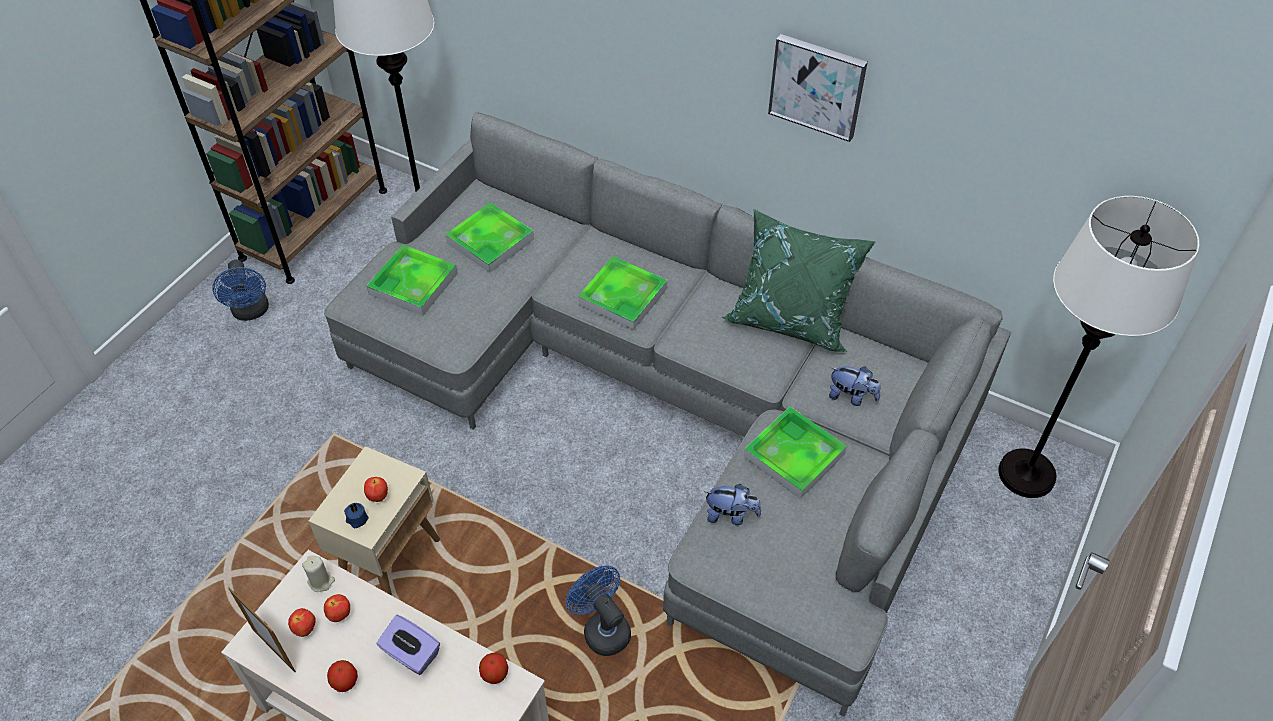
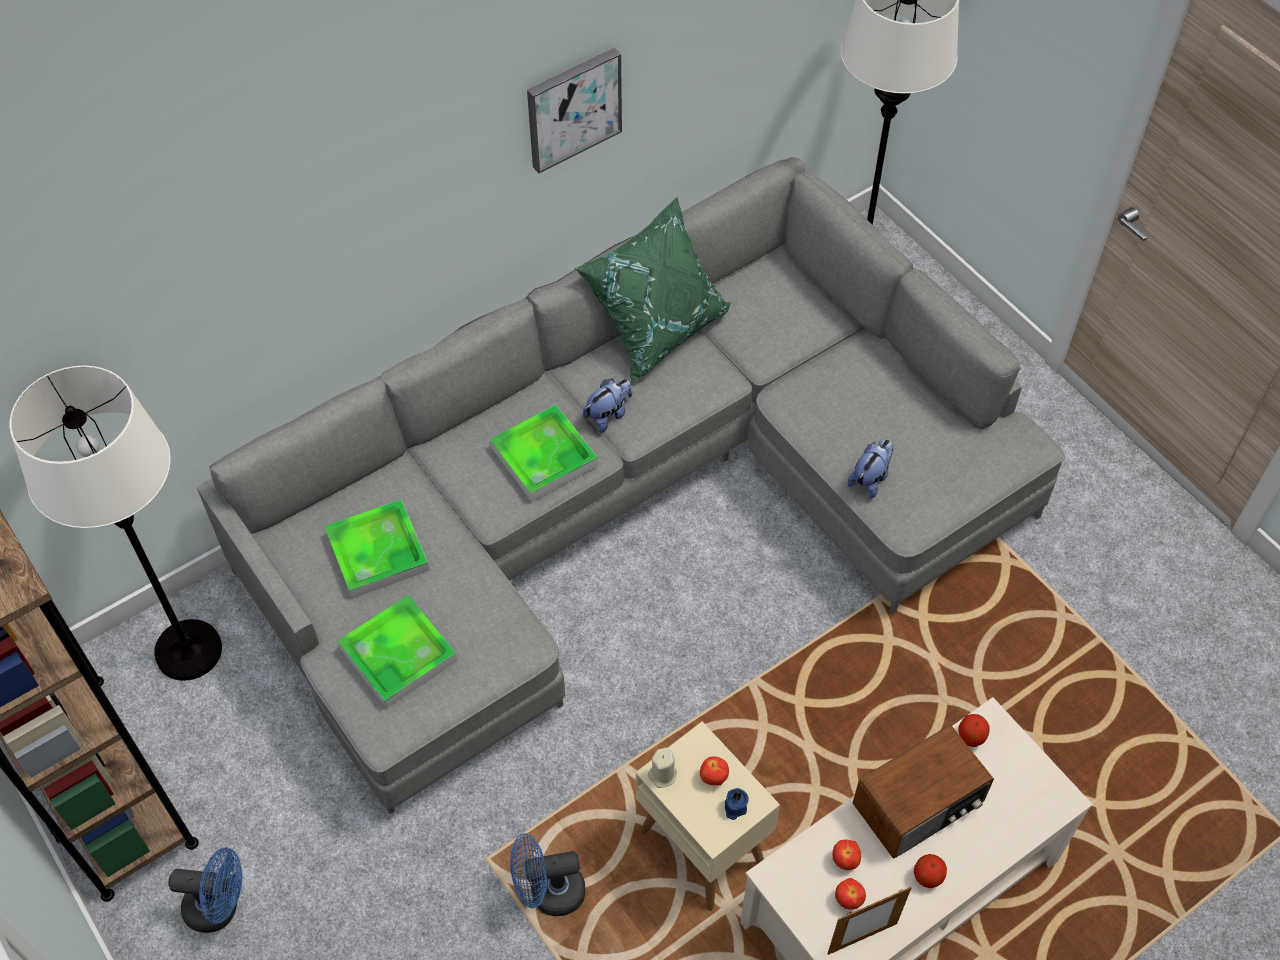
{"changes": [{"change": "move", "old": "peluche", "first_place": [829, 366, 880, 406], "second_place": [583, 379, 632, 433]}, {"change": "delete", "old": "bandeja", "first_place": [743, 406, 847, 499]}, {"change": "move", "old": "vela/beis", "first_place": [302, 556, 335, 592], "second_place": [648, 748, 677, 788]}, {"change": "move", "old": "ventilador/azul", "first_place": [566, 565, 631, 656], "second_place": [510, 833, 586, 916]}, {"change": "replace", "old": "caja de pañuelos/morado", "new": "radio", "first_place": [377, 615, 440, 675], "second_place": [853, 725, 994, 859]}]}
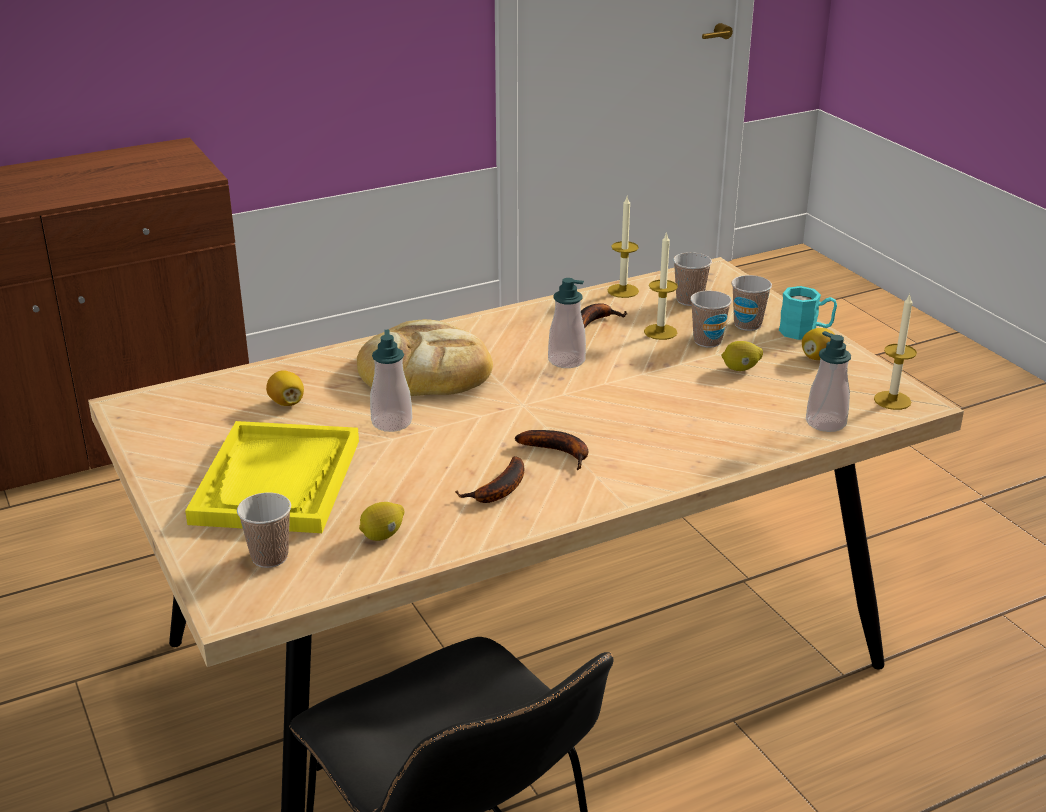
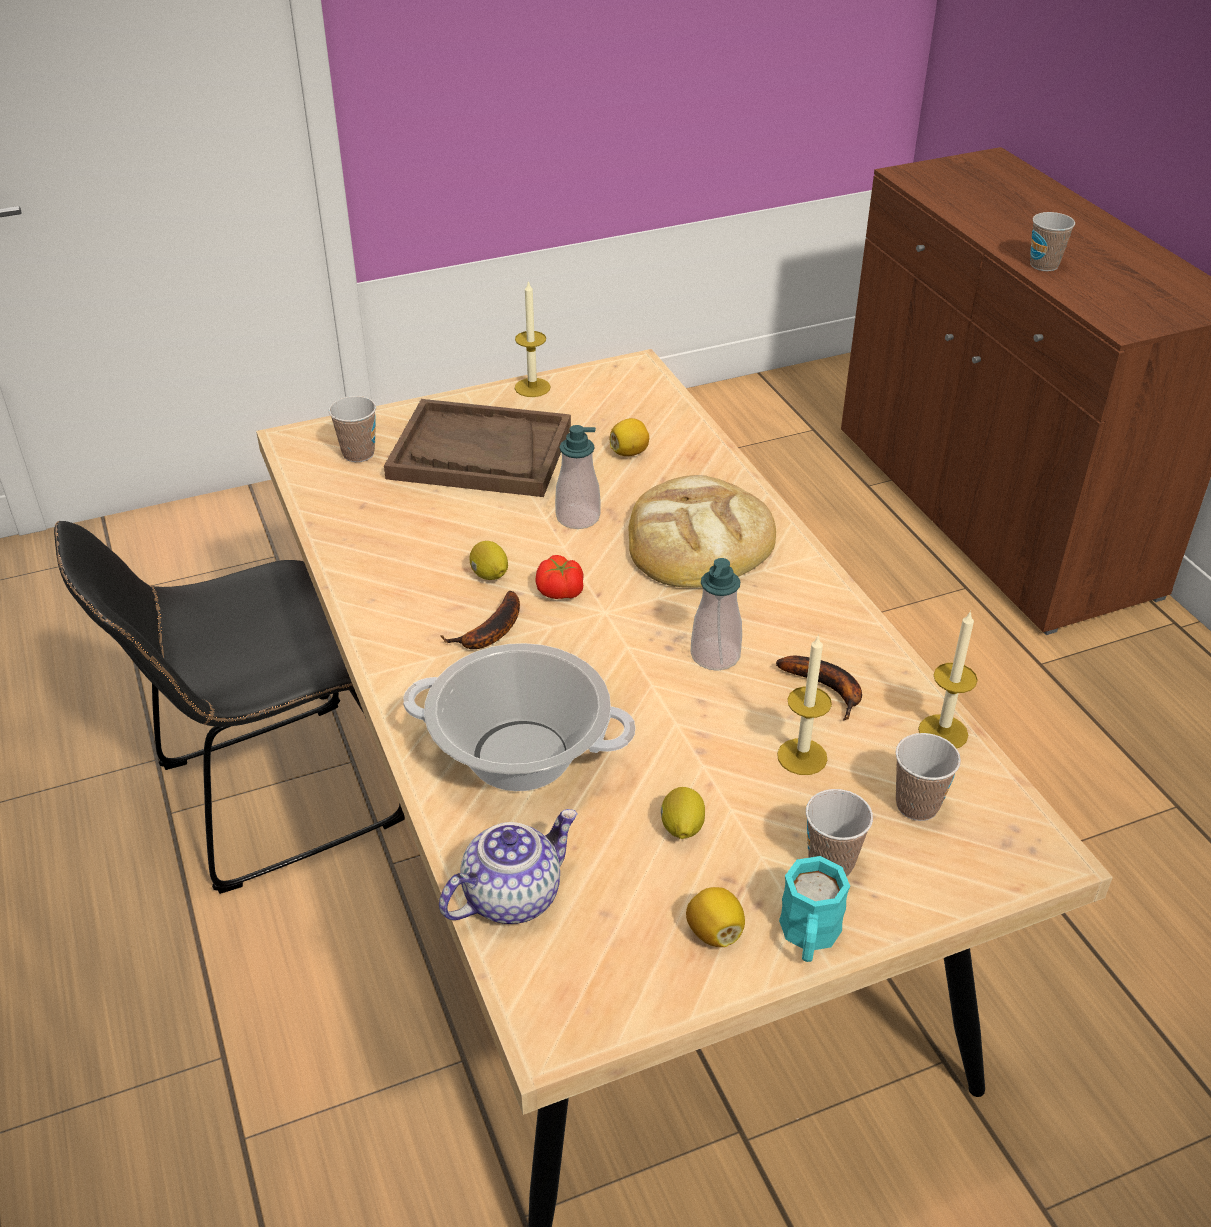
{"changes": [{"change": "move", "old": "taza", "first_place": [690, 291, 732, 348], "second_place": [1030, 212, 1075, 271]}, {"change": "move", "old": "vela", "first_place": [874, 294, 917, 410], "second_place": [515, 280, 551, 397]}, {"change": "replace", "old": "dispensador de jabón", "new": "tetera", "first_place": [806, 331, 851, 432], "second_place": [439, 809, 578, 924]}, {"change": "recolor", "old": "bandeja/amarillo", "new": "bandeja/marrón", "first_place": [185, 421, 359, 533], "second_place": [384, 399, 571, 497]}, {"change": "delete", "old": "plátano", "first_place": [455, 456, 524, 503]}, {"change": "move", "old": "limón", "first_place": [359, 502, 405, 541], "second_place": [469, 541, 508, 580]}, {"change": "insert", "new": "tomate", "second_place": [535, 555, 584, 599]}, {"change": "insert", "new": "olla", "second_place": [403, 643, 635, 791]}]}
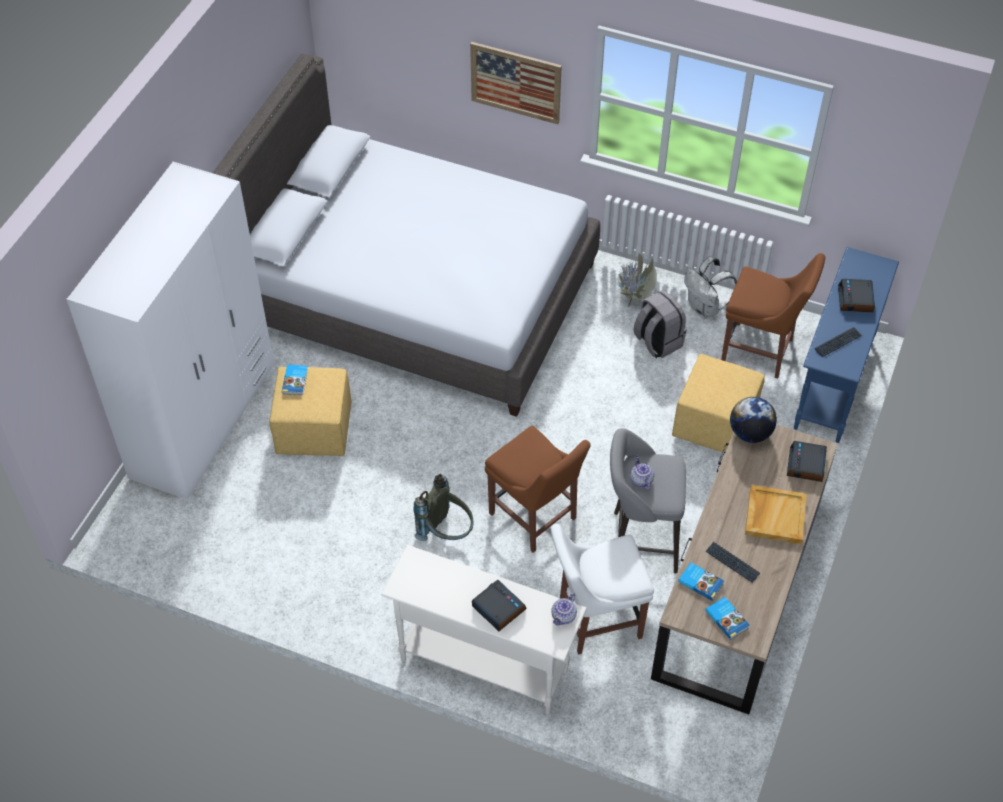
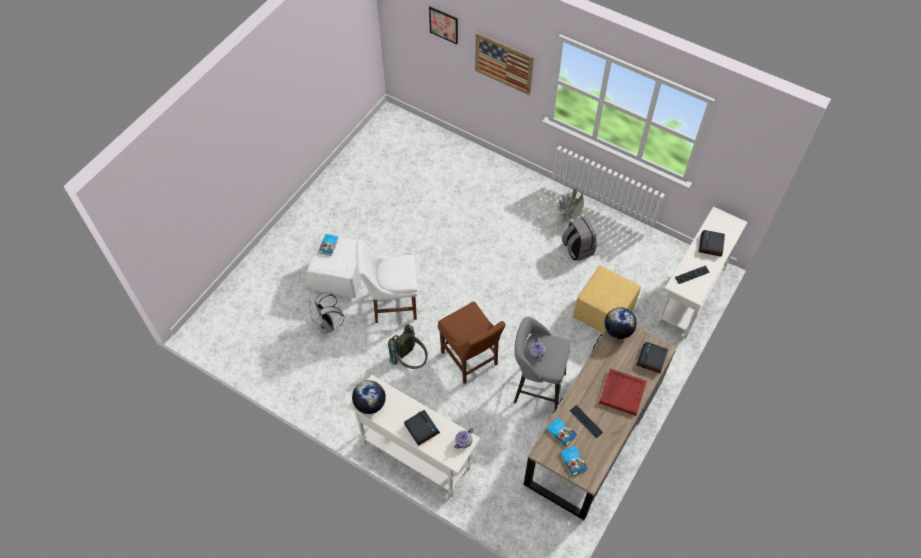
{"changes": [{"change": "delete", "old": "cama/gris", "first_place": [213, 53, 600, 417]}, {"change": "delete", "old": "armario ropero/blanco", "first_place": [66, 162, 274, 500]}, {"change": "recolor", "old": "mesa consola/azul", "new": "mesa consola/blanco", "first_place": [794, 247, 899, 443], "second_place": [657, 206, 748, 339]}, {"change": "delete", "old": "silla/marrón", "first_place": [721, 253, 825, 379]}, {"change": "move", "old": "mochila/blanco", "first_place": [684, 256, 737, 319], "second_place": [309, 292, 345, 334]}, {"change": "recolor", "old": "puf/amarillo", "new": "puf/blanco", "first_place": [270, 367, 352, 456], "second_place": [307, 234, 361, 298]}, {"change": "recolor", "old": "bandeja/beis", "new": "bandeja/rojo", "first_place": [745, 485, 807, 544], "second_place": [599, 369, 647, 416]}, {"change": "move", "old": "silla/blanco", "first_place": [551, 524, 654, 655], "second_place": [356, 240, 417, 323]}, {"change": "insert", "new": "cuadro", "second_place": [429, 7, 458, 44]}, {"change": "insert", "new": "globo terráqueo", "second_place": [352, 380, 386, 414]}]}
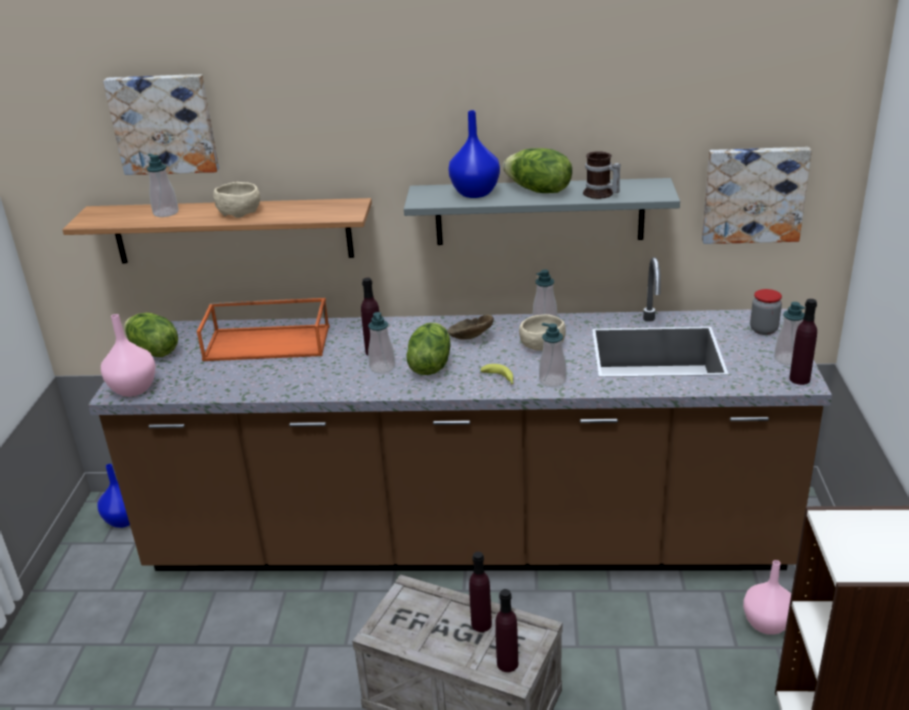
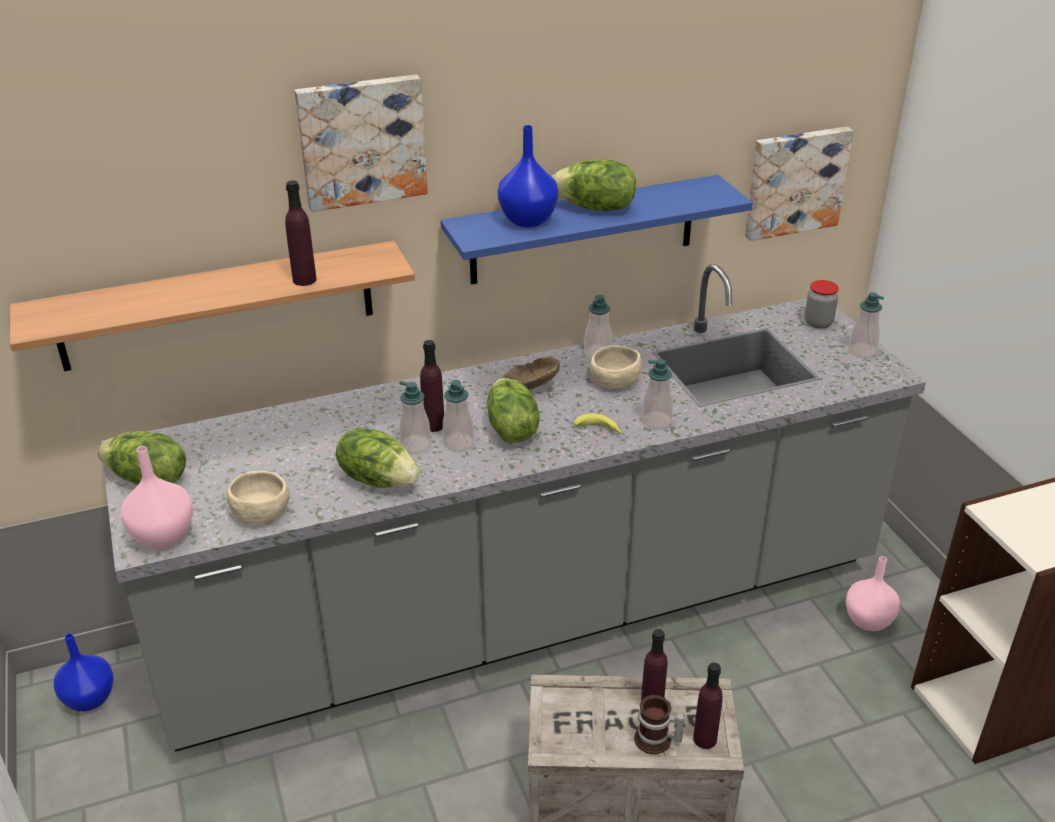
{"changes": [{"change": "move", "old": "cuadro", "first_place": [103, 74, 219, 175], "second_place": [294, 74, 428, 212]}, {"change": "move", "old": "taza grande", "first_place": [583, 151, 621, 199], "second_place": [634, 695, 684, 754]}, {"change": "move", "old": "dispensador de jabón", "first_place": [146, 154, 179, 217], "second_place": [399, 381, 432, 453]}, {"change": "recolor", "old": "estante/gris", "new": "estante/azul", "first_place": [404, 178, 680, 245], "second_place": [440, 175, 753, 285]}, {"change": "move", "old": "cuenco/beis", "first_place": [213, 182, 260, 218], "second_place": [226, 471, 290, 525]}, {"change": "recolor", "old": "mueble bajo de cocina/marrón", "new": "mueble bajo de cocina/gris", "first_place": [88, 257, 832, 571], "second_place": [101, 264, 926, 752]}, {"change": "delete", "old": "bandeja/naranja", "first_place": [197, 298, 330, 361]}, {"change": "move", "old": "botella/morado", "first_place": [789, 299, 817, 385], "second_place": [285, 180, 317, 286]}, {"change": "insert", "new": "lechuga", "second_place": [336, 428, 420, 488]}]}
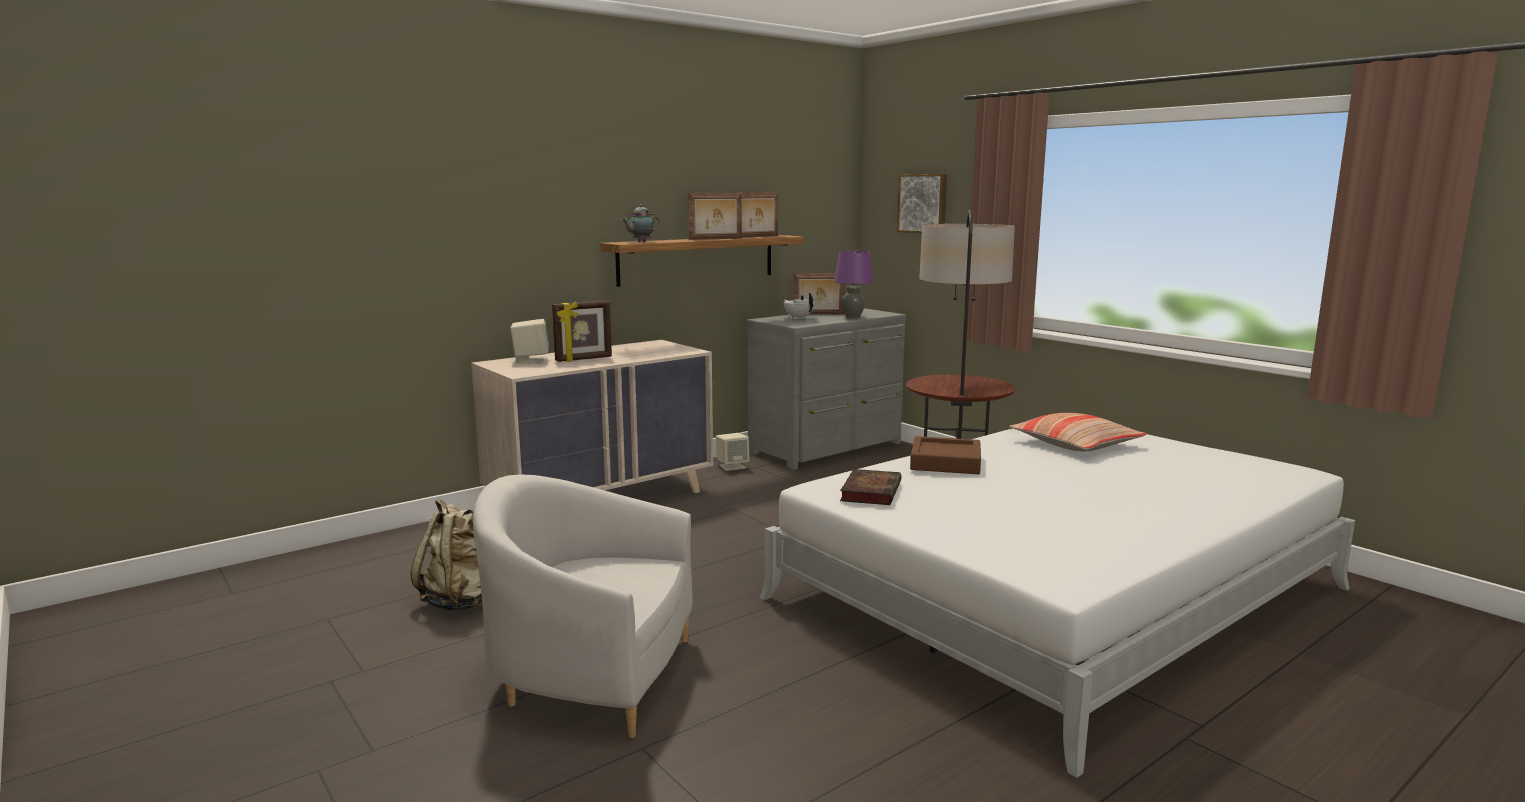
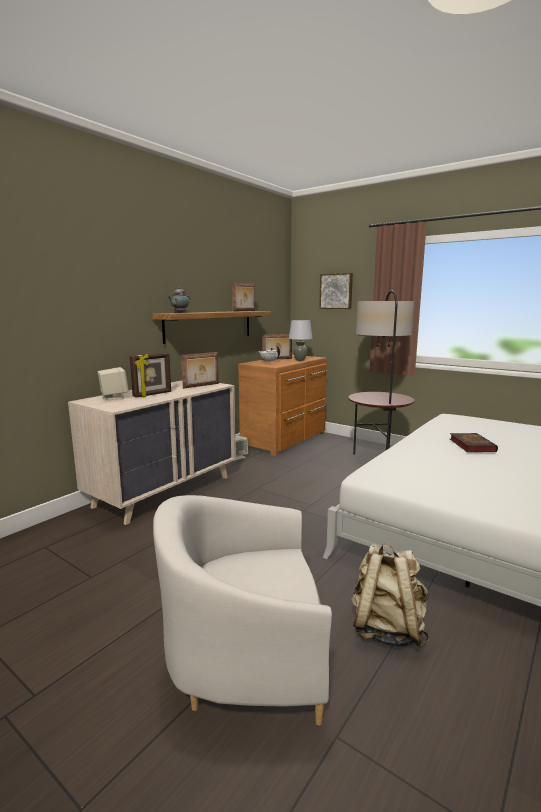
{"changes": [{"change": "move", "old": "portarretratos", "first_place": [688, 193, 742, 240], "second_place": [181, 352, 219, 389]}, {"change": "recolor", "old": "lámpara de mesa/morado", "new": "lámpara de mesa/gris", "first_place": [834, 251, 874, 319], "second_place": [289, 320, 313, 361]}, {"change": "recolor", "old": "cómoda/gris", "new": "cómoda/marrón", "first_place": [747, 308, 906, 470], "second_place": [238, 355, 327, 456]}, {"change": "delete", "old": "cojín", "first_place": [1009, 413, 1146, 451]}, {"change": "delete", "old": "bandeja/marrón", "first_place": [910, 436, 981, 474]}, {"change": "move", "old": "libro", "first_place": [840, 469, 901, 505], "second_place": [450, 433, 498, 452]}, {"change": "move", "old": "mochila/beis", "first_place": [411, 499, 482, 611], "second_place": [351, 543, 429, 647]}]}
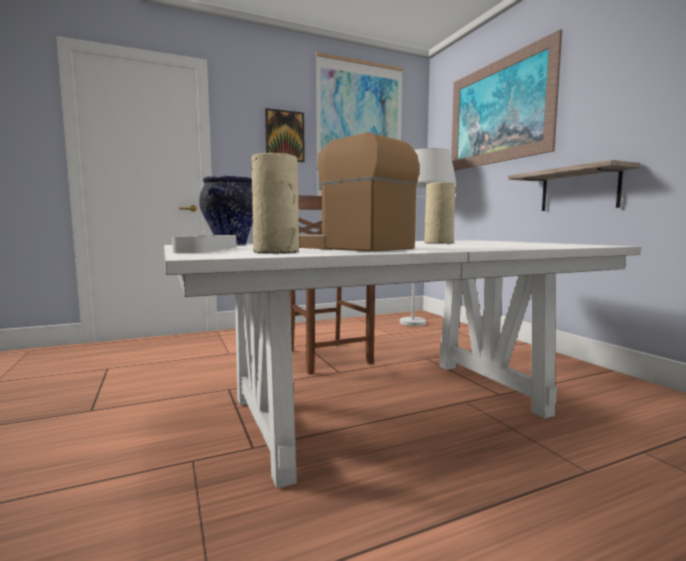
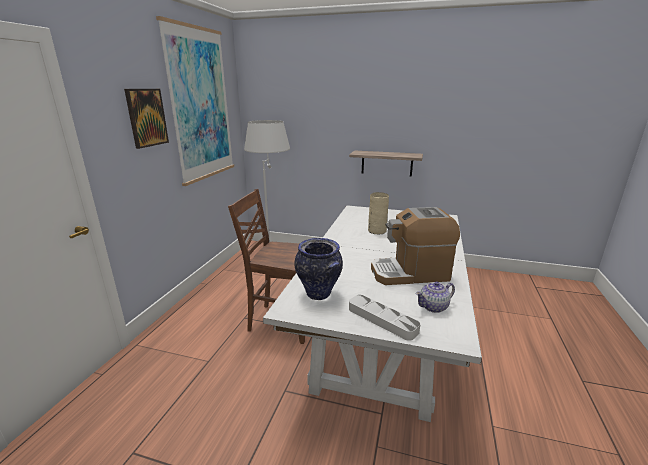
{"changes": [{"change": "delete", "old": "cuadro", "first_place": [451, 29, 562, 171]}, {"change": "replace", "old": "florero/beis", "new": "tetera", "first_place": [252, 153, 299, 254], "second_place": [415, 281, 455, 313]}]}
